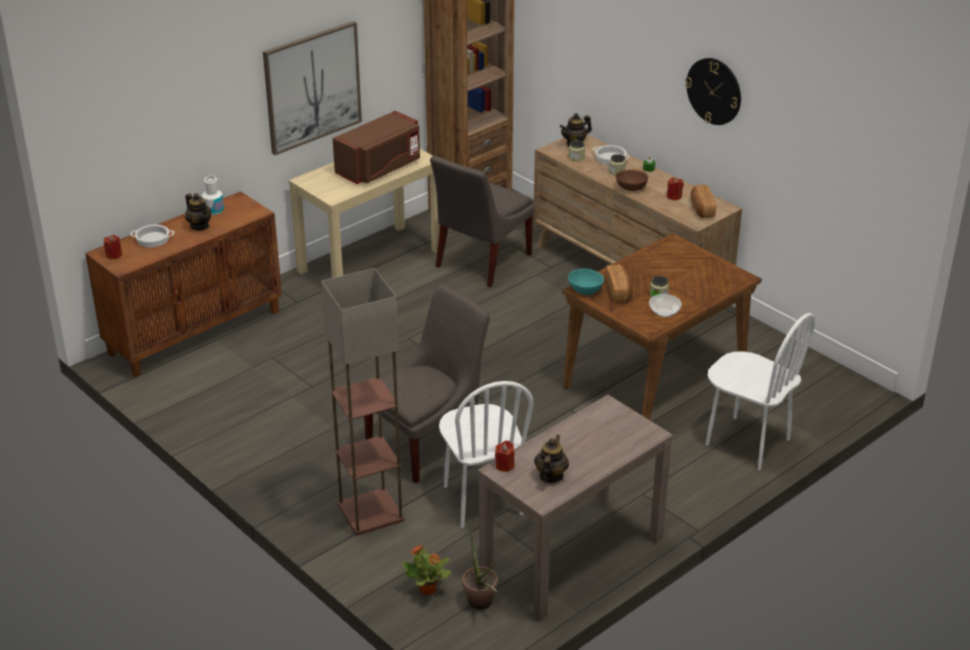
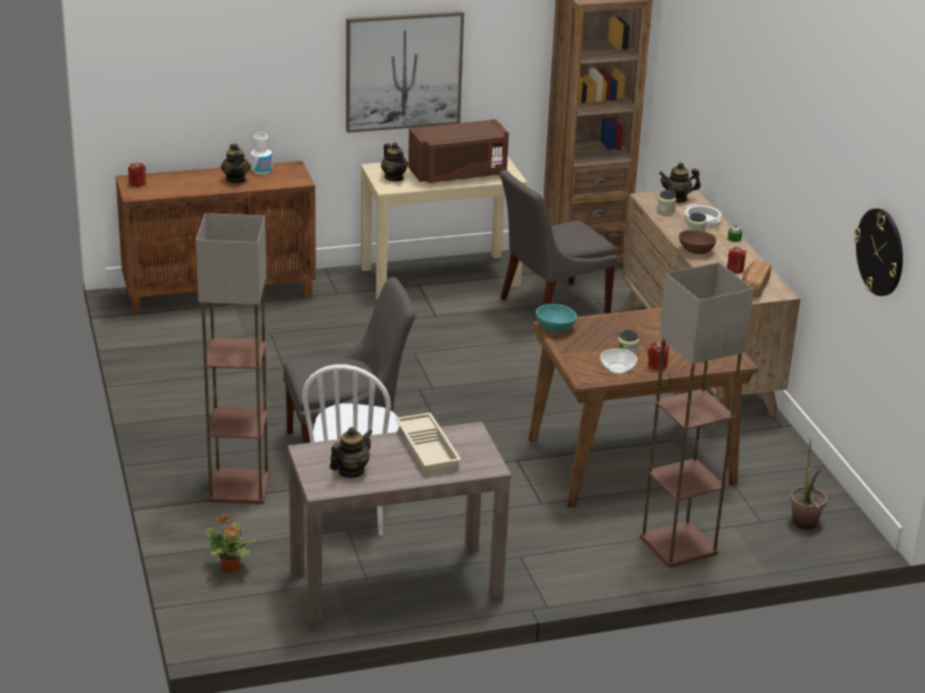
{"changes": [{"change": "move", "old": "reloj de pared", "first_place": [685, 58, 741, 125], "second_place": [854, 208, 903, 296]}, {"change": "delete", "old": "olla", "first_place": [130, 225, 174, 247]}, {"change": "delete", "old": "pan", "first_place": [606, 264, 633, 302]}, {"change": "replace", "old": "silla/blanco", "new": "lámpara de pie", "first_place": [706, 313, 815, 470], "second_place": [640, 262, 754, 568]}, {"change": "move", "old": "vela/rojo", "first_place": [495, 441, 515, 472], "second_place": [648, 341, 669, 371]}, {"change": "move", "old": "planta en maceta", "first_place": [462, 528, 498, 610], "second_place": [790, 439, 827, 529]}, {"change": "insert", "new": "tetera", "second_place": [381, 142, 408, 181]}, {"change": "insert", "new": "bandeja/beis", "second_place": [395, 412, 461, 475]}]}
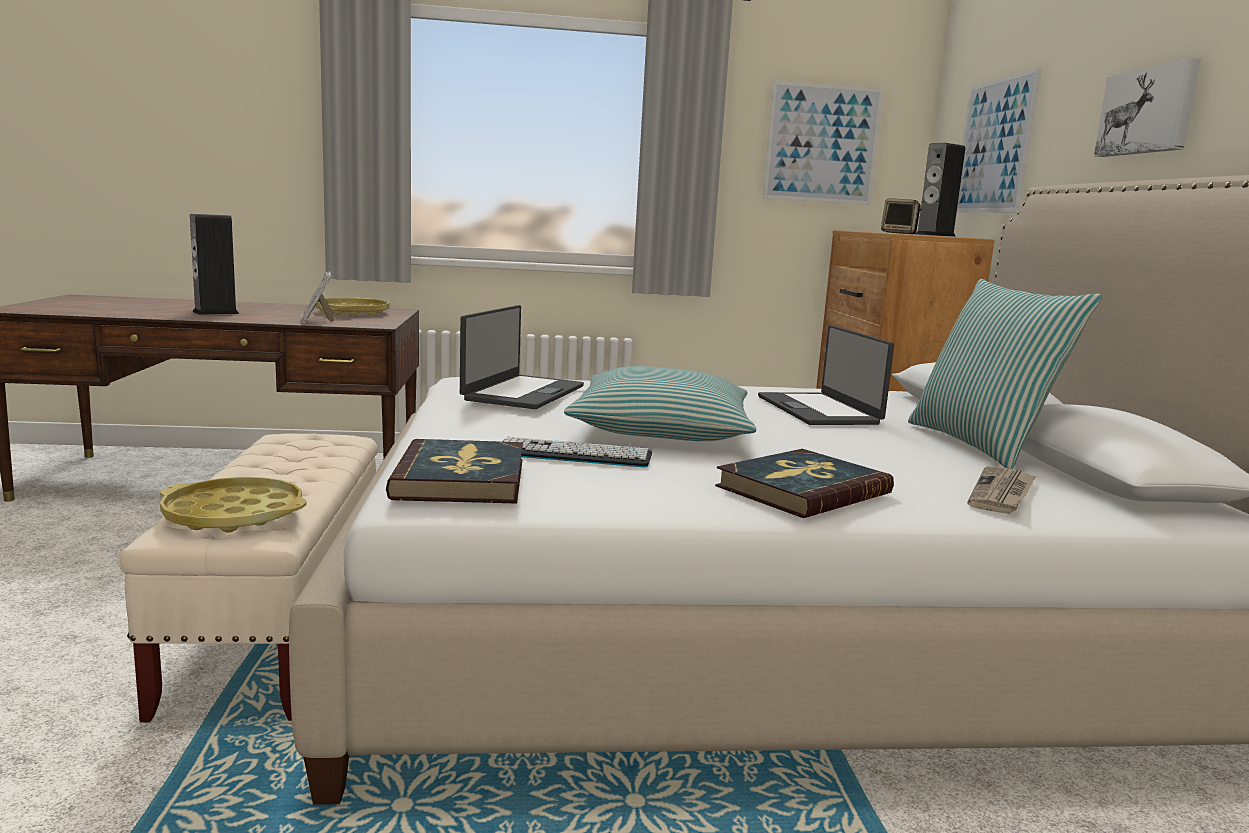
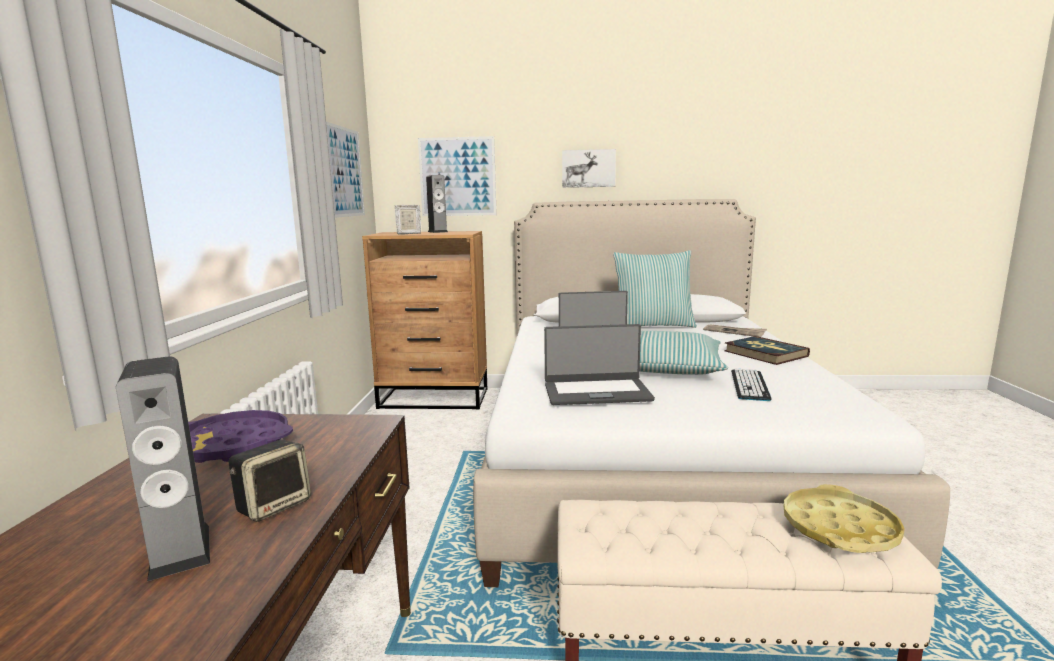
{"changes": [{"change": "move", "old": "altavoz", "first_place": [881, 198, 923, 234], "second_place": [229, 439, 311, 522]}, {"change": "move", "old": "portarretratos", "first_place": [301, 272, 334, 323], "second_place": [395, 205, 421, 235]}, {"change": "recolor", "old": "bandeja/amarillo", "new": "bandeja/morado", "first_place": [315, 298, 390, 316], "second_place": [188, 410, 293, 463]}, {"change": "rotate", "old": "portátil", "first_place": [460, 305, 584, 409], "second_place": [544, 324, 655, 405], "degrees": 150}, {"change": "delete", "old": "libro", "first_place": [386, 439, 523, 504]}]}
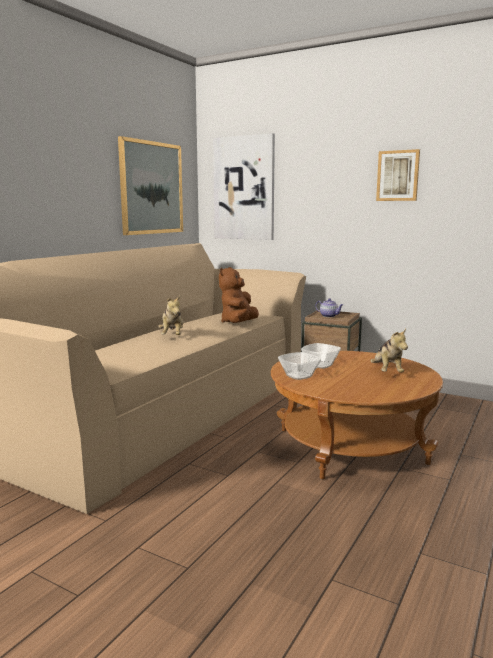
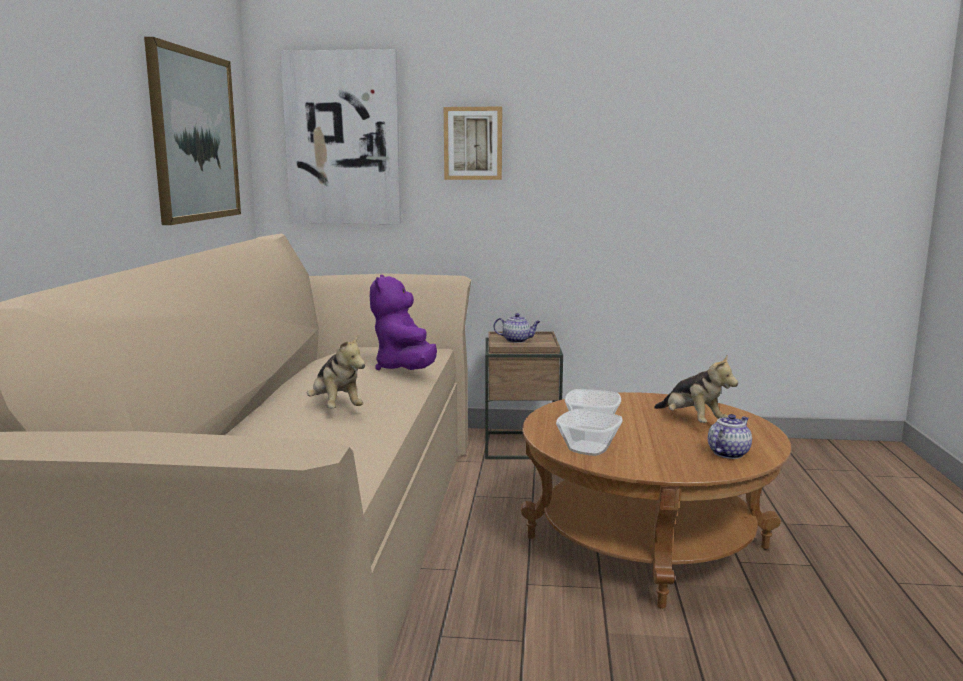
{"changes": [{"change": "move", "old": "cuadro", "first_place": [376, 149, 420, 201], "second_place": [444, 107, 502, 180]}, {"change": "recolor", "old": "peluche/marrón", "new": "peluche/morado", "first_place": [219, 267, 259, 323], "second_place": [370, 275, 437, 370]}, {"change": "insert", "new": "tetera", "second_place": [708, 414, 752, 459]}]}
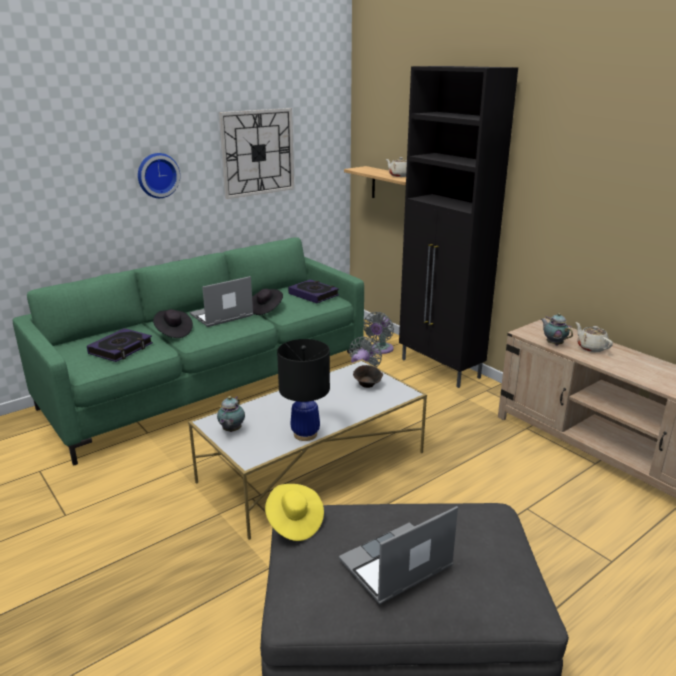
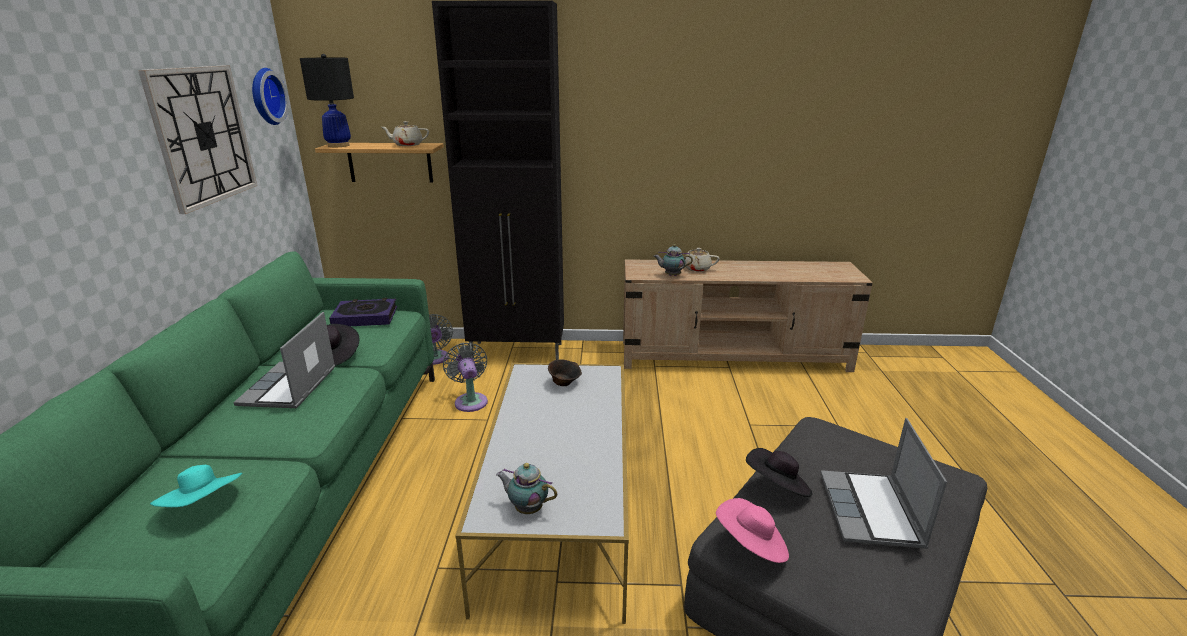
{"changes": [{"change": "move", "old": "reloj de pared", "first_place": [138, 153, 180, 198], "second_place": [252, 68, 289, 125]}, {"change": "move", "old": "sombrero/negro", "first_place": [153, 309, 193, 338], "second_place": [746, 448, 813, 497]}, {"change": "replace", "old": "libro", "new": "sombrero/turquesa", "first_place": [87, 328, 153, 362], "second_place": [150, 465, 243, 507]}, {"change": "move", "old": "lámpara de mesa/negro", "first_place": [277, 339, 330, 441], "second_place": [300, 54, 354, 147]}, {"change": "rotate", "old": "tetera", "first_place": [217, 396, 245, 432], "second_place": [496, 463, 557, 514], "degrees": 150}, {"change": "recolor", "old": "sombrero/amarillo", "new": "sombrero/rosa", "first_place": [265, 484, 324, 541], "second_place": [716, 498, 789, 563]}]}
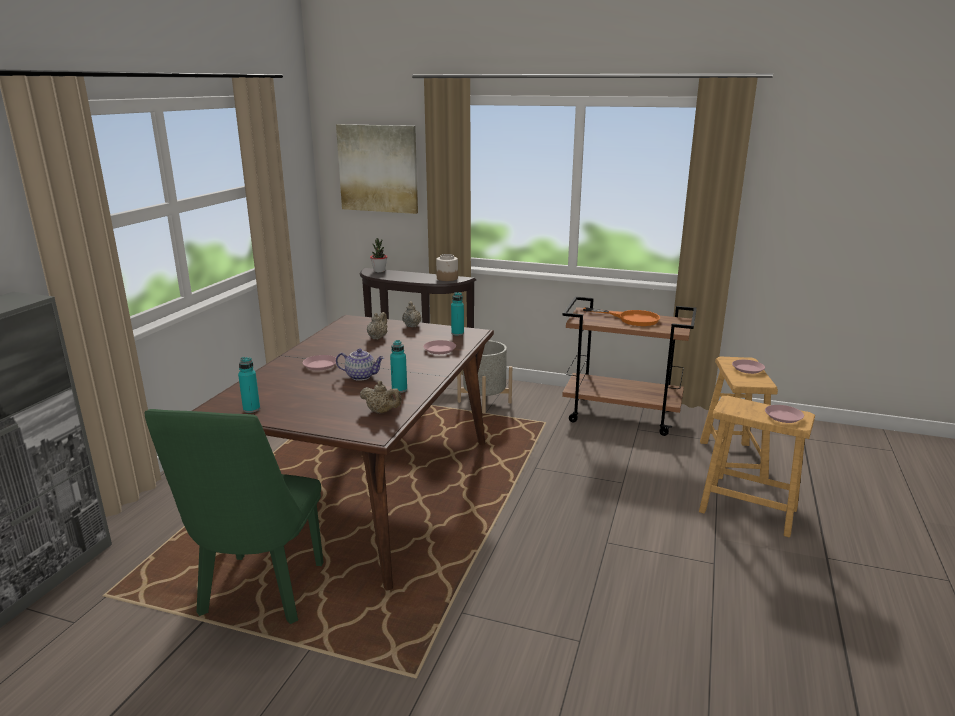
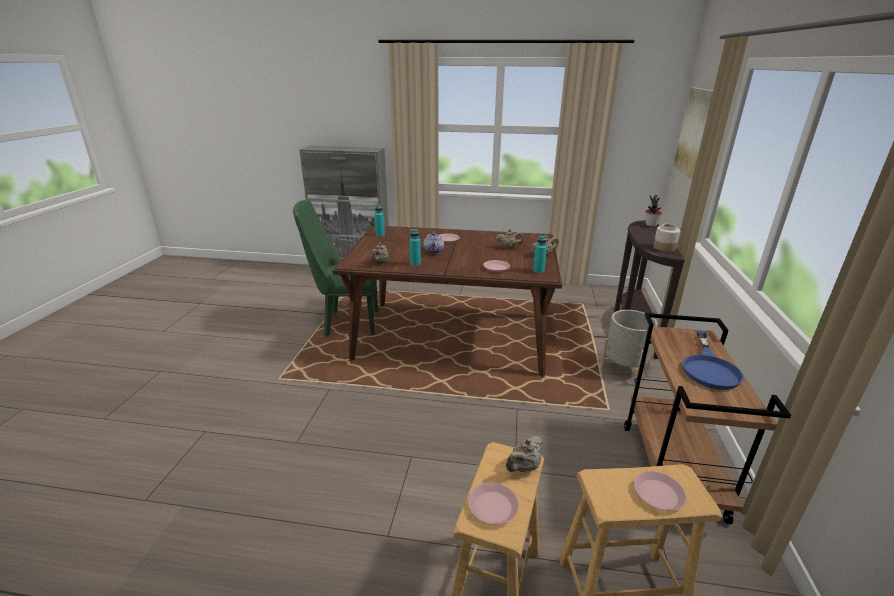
{"changes": [{"change": "recolor", "old": "sartén/naranja", "new": "sartén/azul", "first_place": [583, 307, 660, 326], "second_place": [683, 331, 744, 390]}, {"change": "insert", "new": "tetera/beis", "second_place": [506, 436, 543, 472]}]}
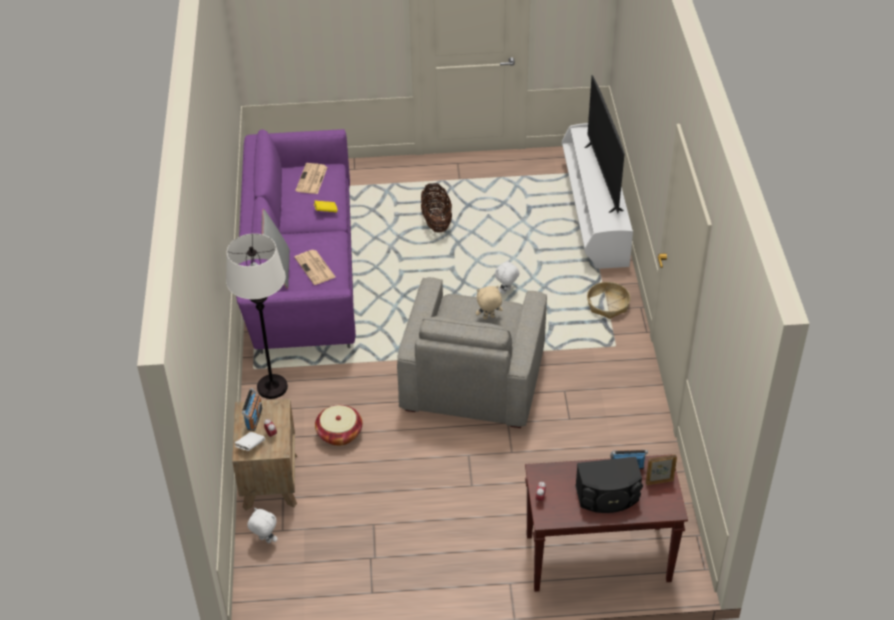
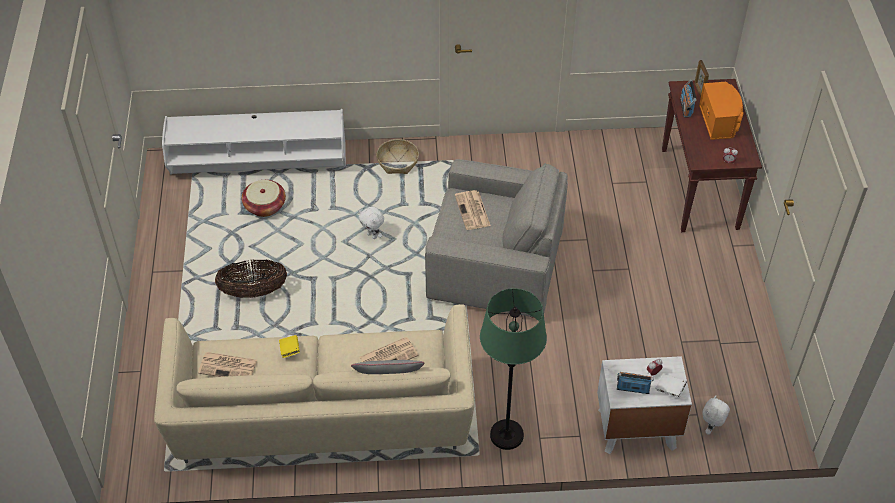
{"changes": [{"change": "delete", "old": "televisor", "first_place": [584, 75, 625, 213]}, {"change": "recolor", "old": "sofá/morado", "new": "sofá/beis", "first_place": [236, 129, 356, 354], "second_place": [154, 304, 475, 463]}, {"change": "recolor", "old": "lámpara de pie/blanco", "new": "lámpara de pie/verde", "first_place": [226, 233, 288, 399], "second_place": [480, 288, 547, 450]}, {"change": "replace", "old": "peluche/beis", "new": "periódico", "first_place": [476, 286, 503, 319], "second_place": [455, 190, 491, 230]}, {"change": "recolor", "old": "mesita de noche/marrón", "new": "mesita de noche/blanco", "first_place": [232, 399, 297, 511], "second_place": [597, 356, 692, 454]}, {"change": "move", "old": "cesta", "first_place": [315, 405, 362, 446], "second_place": [242, 180, 286, 217]}, {"change": "recolor", "old": "altavoz/negro", "new": "altavoz/naranja", "first_place": [575, 457, 643, 513], "second_place": [699, 82, 744, 140]}]}
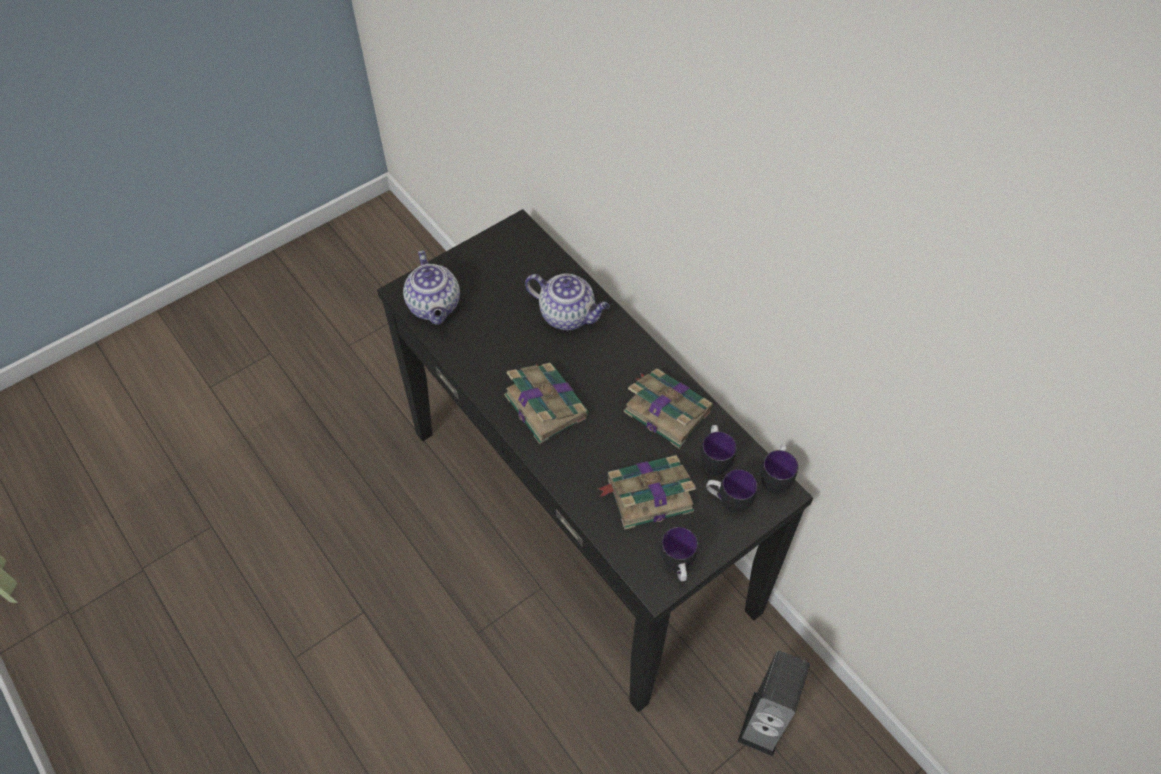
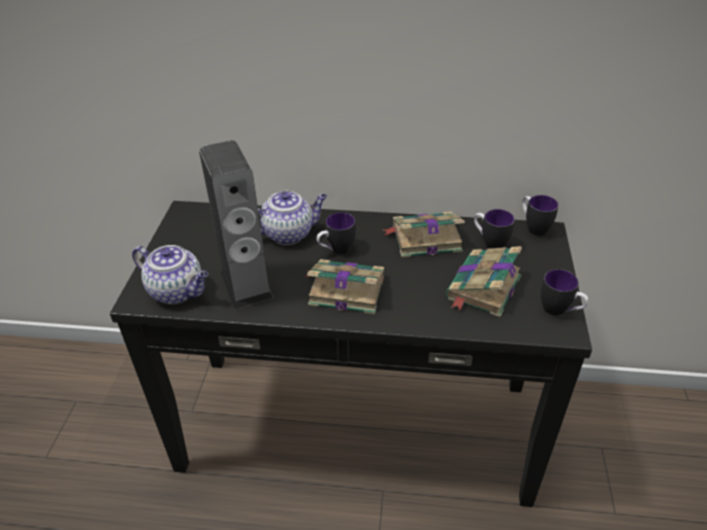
{"changes": [{"change": "move", "old": "taza grande", "first_place": [706, 469, 757, 513], "second_place": [316, 212, 356, 254]}, {"change": "move", "old": "altavoz", "first_place": [738, 651, 810, 757], "second_place": [199, 140, 274, 309]}]}
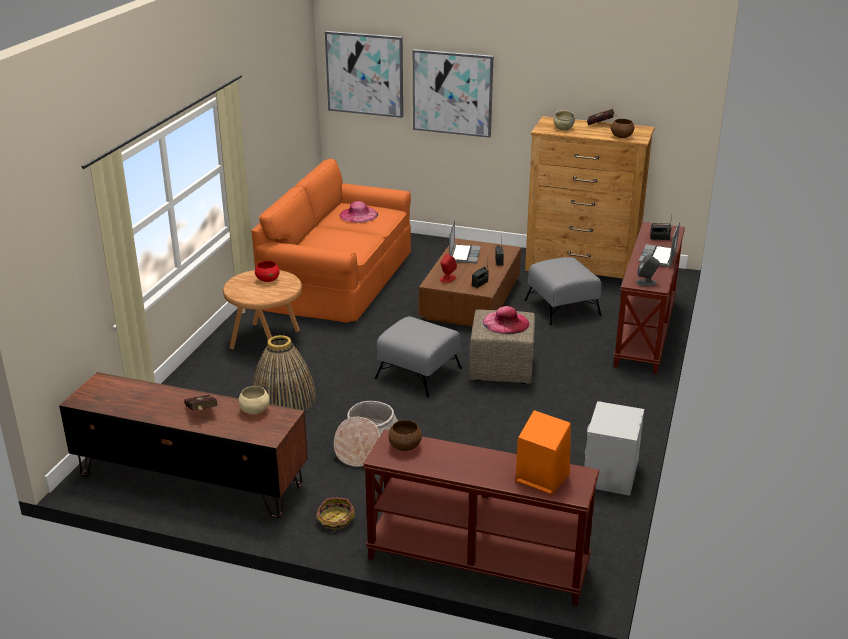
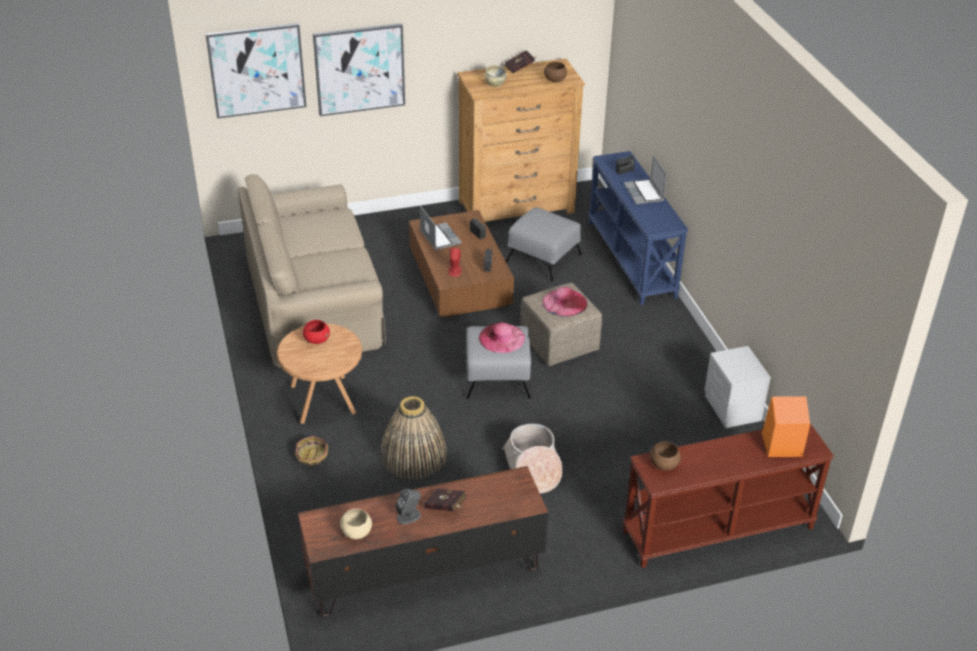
{"changes": [{"change": "recolor", "old": "sofá/naranja", "new": "sofá/beis", "first_place": [251, 159, 411, 323], "second_place": [238, 174, 386, 368]}, {"change": "move", "old": "sombrero/rosa", "first_place": [339, 201, 378, 223], "second_place": [479, 322, 525, 353]}, {"change": "recolor", "old": "mesa consola/marrón", "new": "mesa consola/azul", "first_place": [614, 222, 685, 374], "second_place": [588, 151, 688, 305]}, {"change": "move", "old": "altavoz/gris", "first_place": [636, 254, 660, 286], "second_place": [396, 489, 421, 524]}, {"change": "move", "old": "cuenco/beis", "first_place": [239, 386, 269, 414], "second_place": [340, 509, 372, 539]}, {"change": "move", "old": "cesta", "first_place": [316, 497, 355, 533], "second_place": [295, 436, 328, 467]}]}
